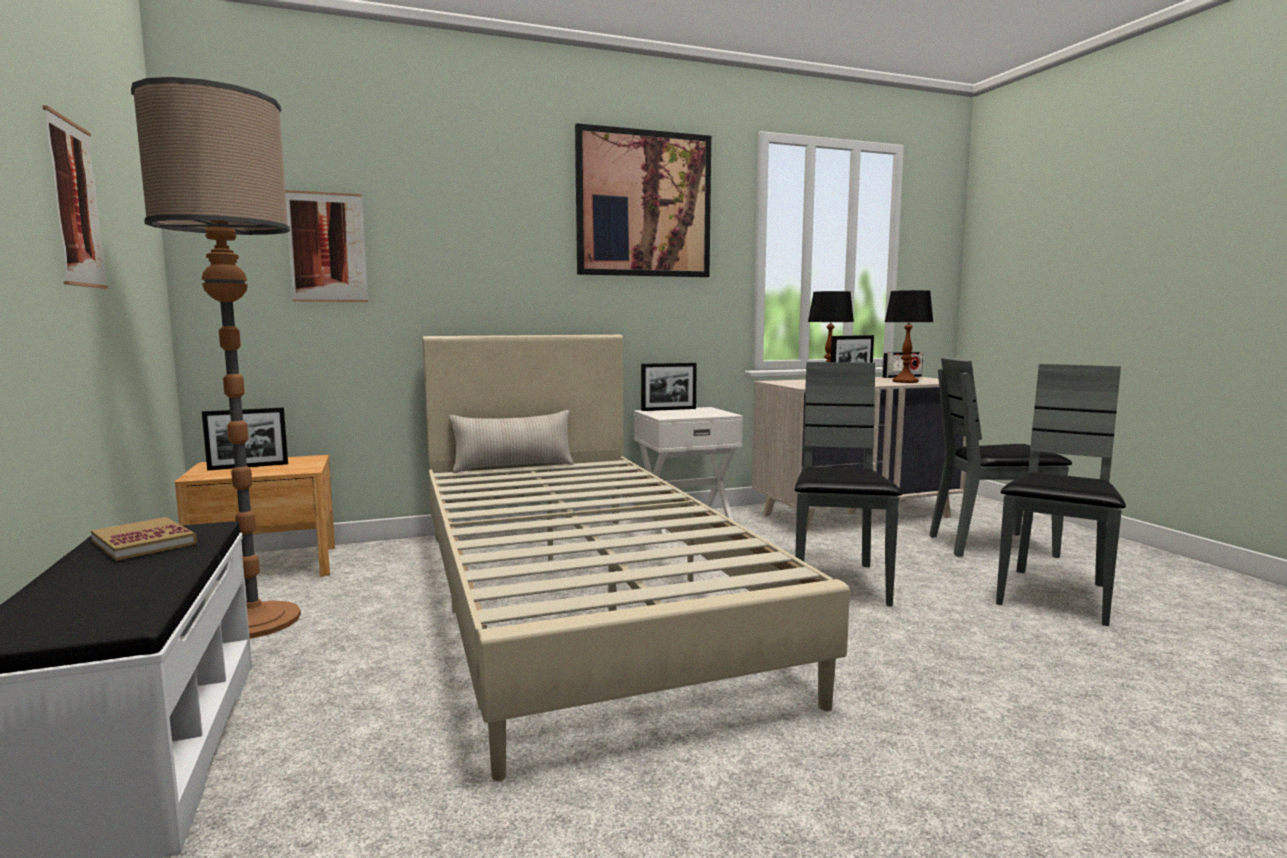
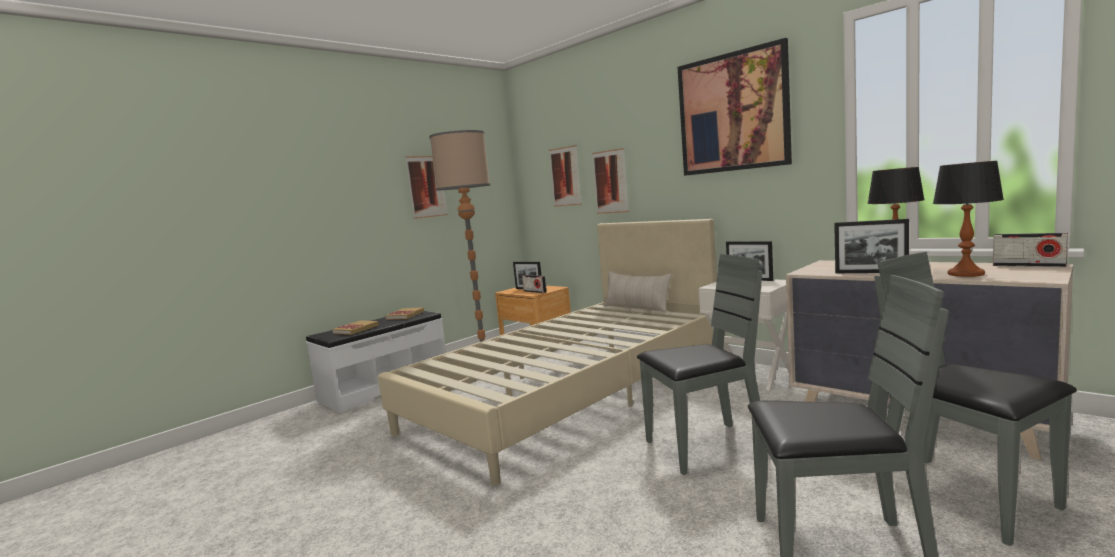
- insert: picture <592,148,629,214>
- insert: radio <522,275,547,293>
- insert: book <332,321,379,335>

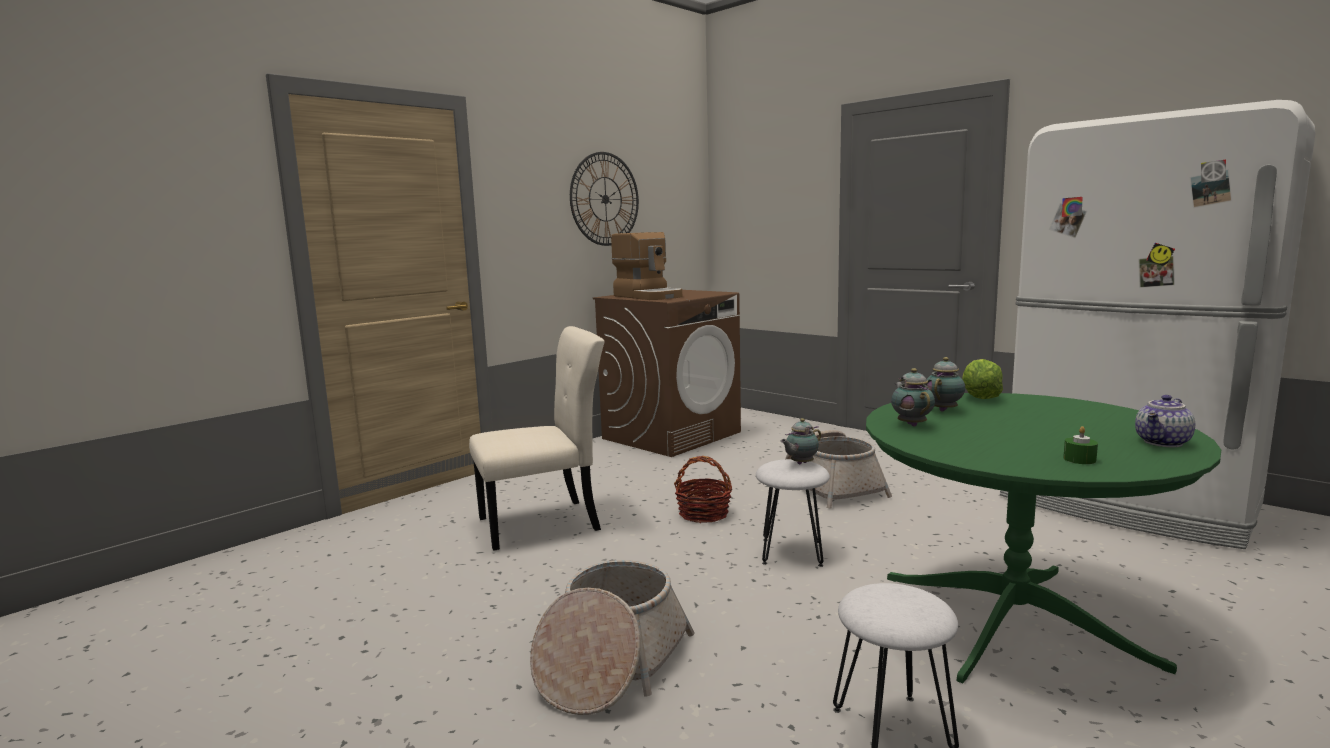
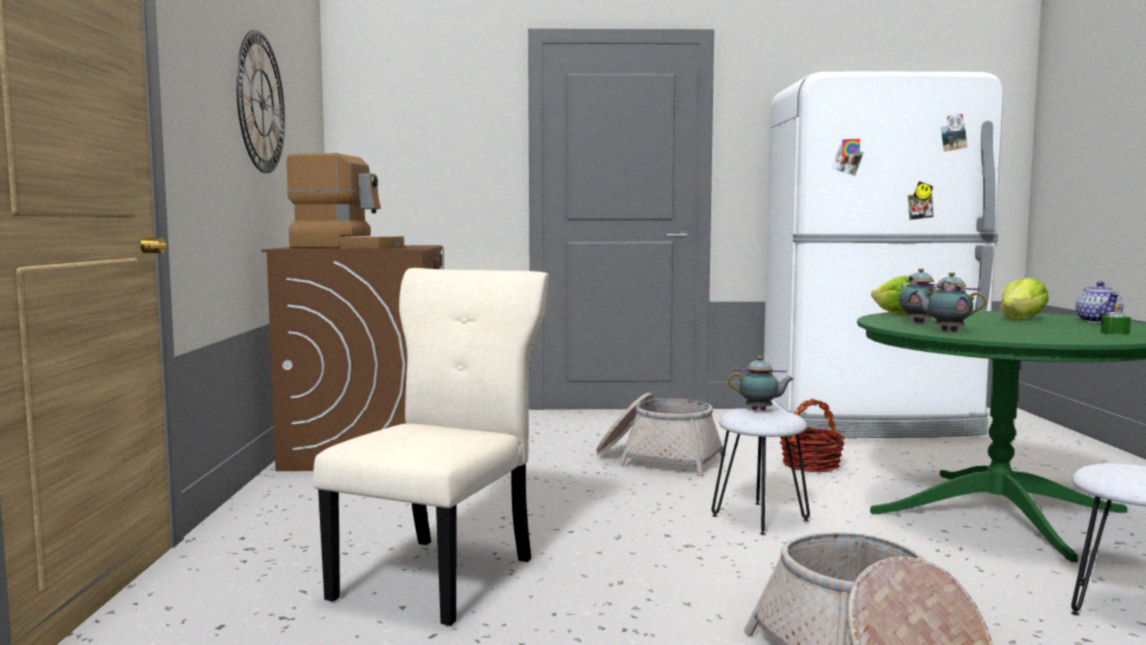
- rotate: teapot <780,418,821,465> = <728,356,794,410> 90 degrees counterclockwise
- move: basket <674,456,732,523> to <779,399,845,472>
- insert: lettuce <1000,277,1049,319>

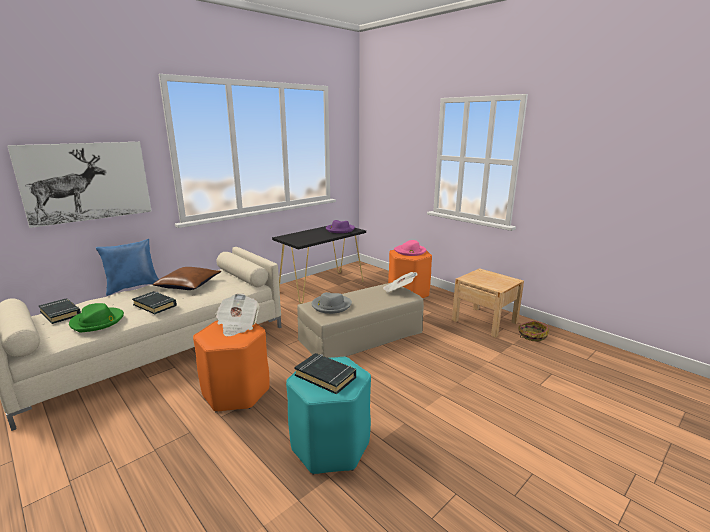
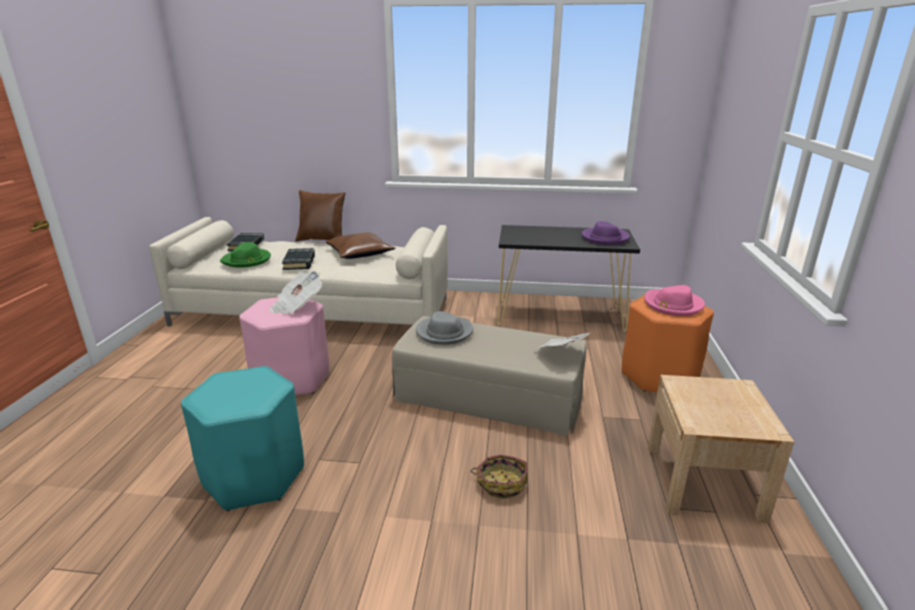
- delete: picture <7,142,152,228>
- recolor: blue pillow <96,239,159,296> to brown pillow <295,190,345,242>
- recolor: orange stool <193,320,269,412> to pink stool <239,297,329,395>
- move: basket <518,321,549,342> to <471,454,528,499>
- delete: black book <294,353,356,395>

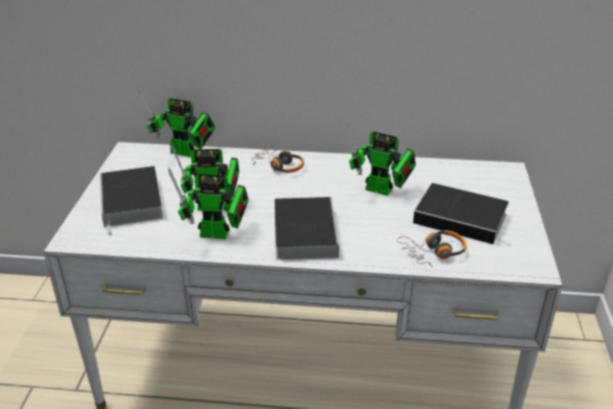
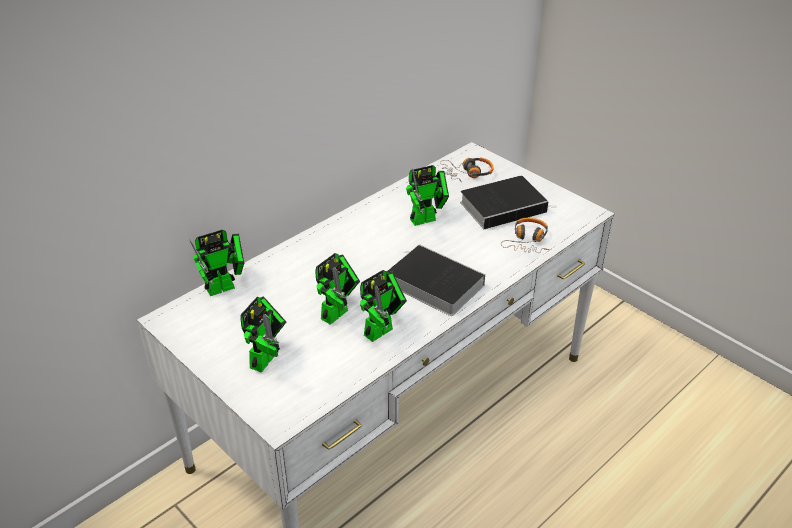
- move: headphones <251,145,304,173> to <440,157,494,181>
- replace: book <100,166,163,235> to toy robot <240,296,286,373>

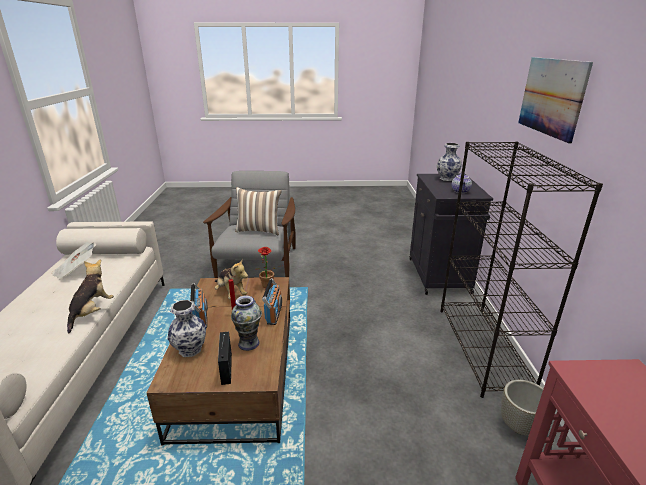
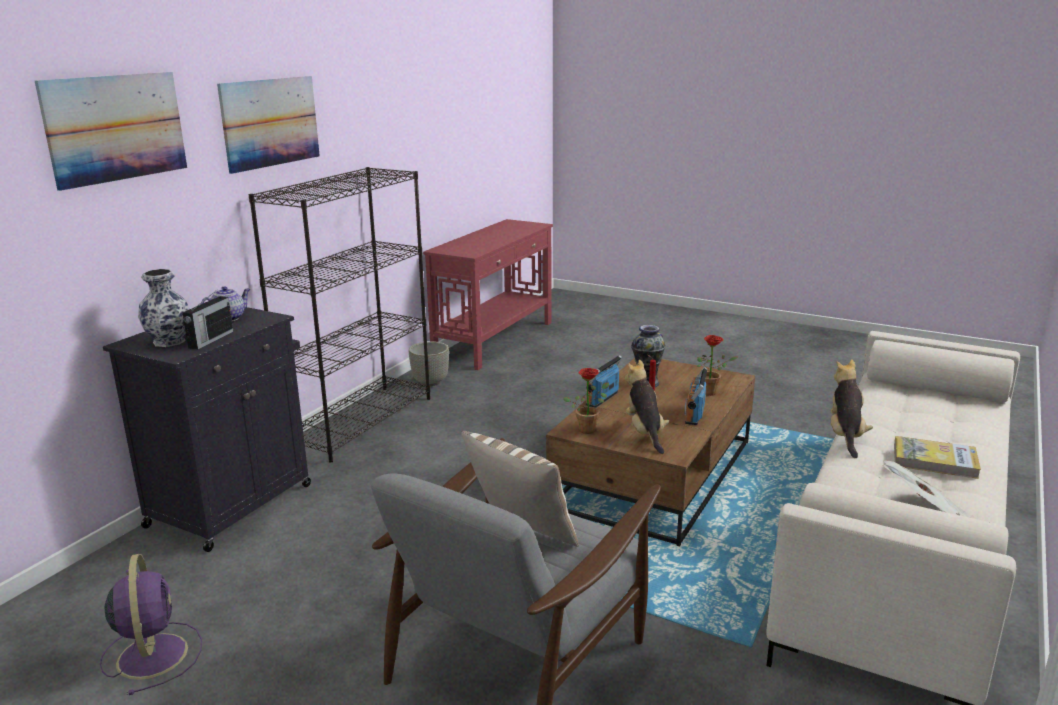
- rotate: plush toy <67,259,114,333> = <831,359,873,458> 150 degrees clockwise
- replace: vase <168,300,206,357> to potted plant <697,335,737,396>
- move: radio <218,331,232,385> to <183,289,234,350>
- insert: picture <35,72,187,191>
- insert: book <894,436,981,479>
- insert: purple fan <100,554,202,695>

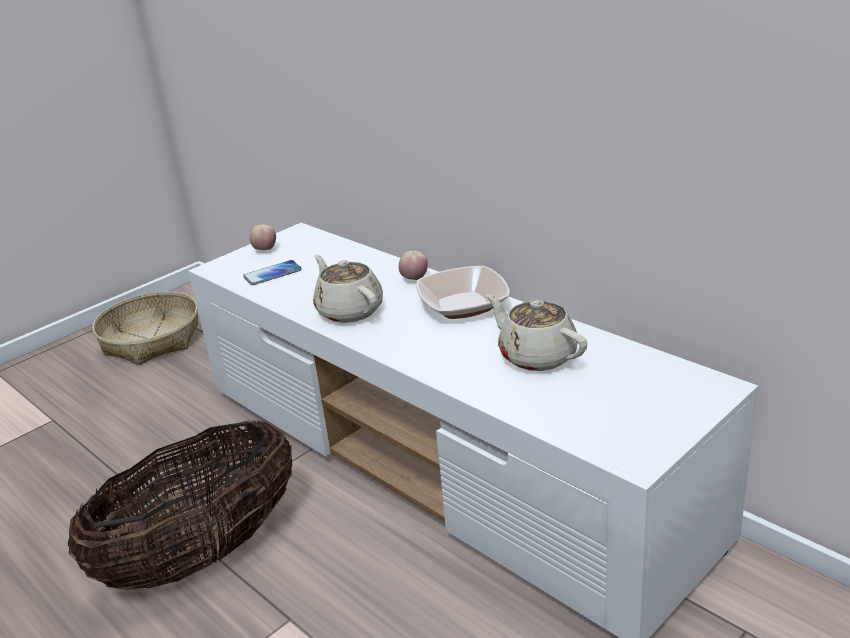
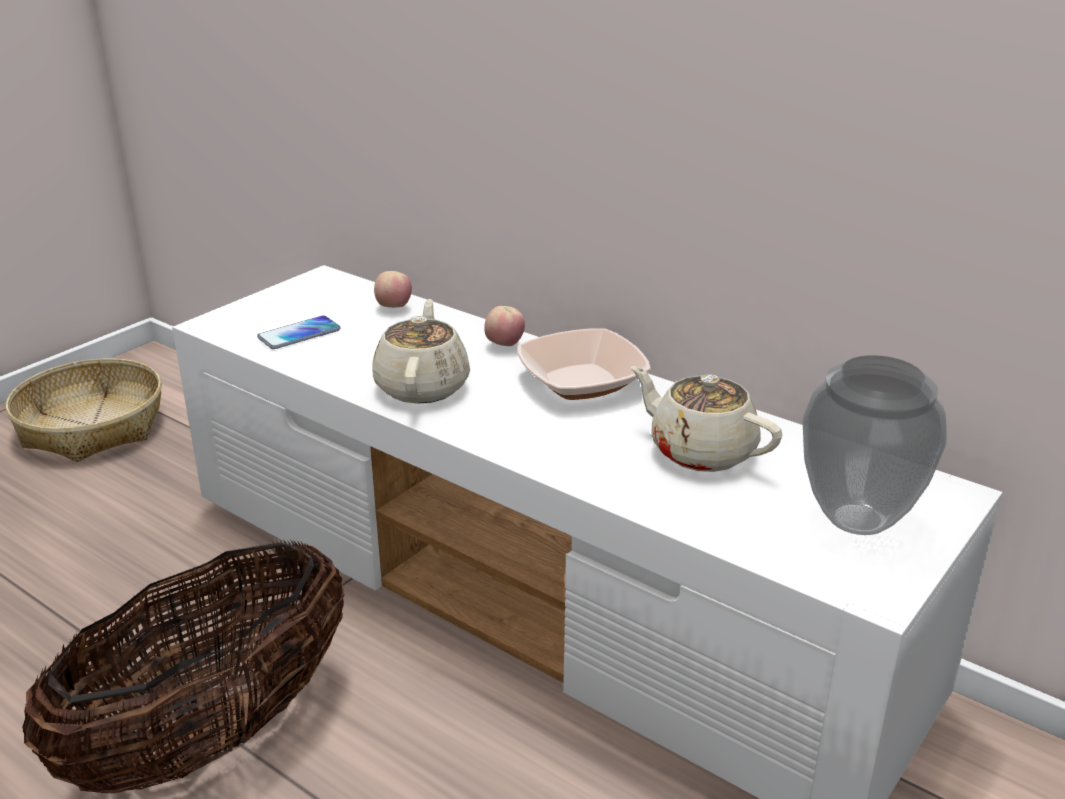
- move: apple <250,224,276,250> to <374,271,412,308>
- rotate: beige teapot <313,254,383,323> = <372,299,470,404> 45 degrees clockwise
- insert: vase <802,355,947,535>

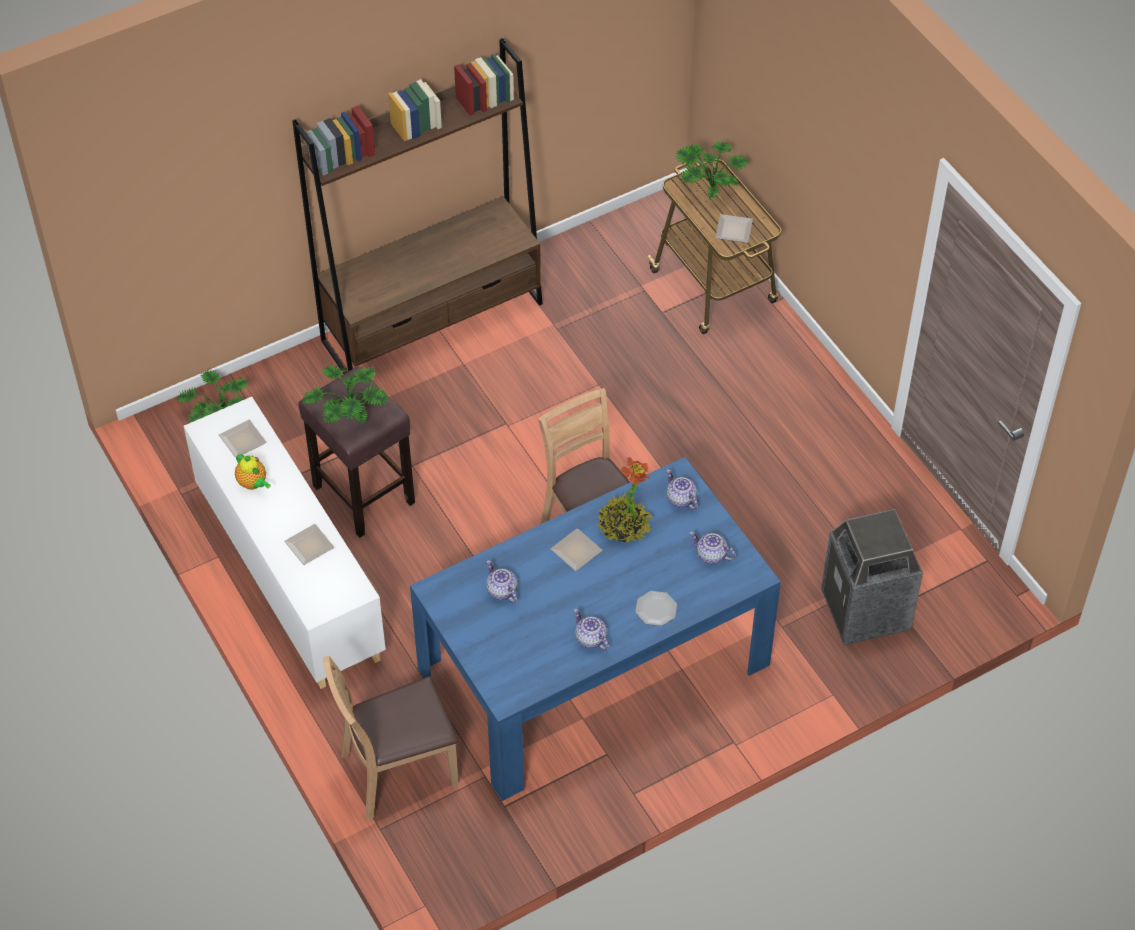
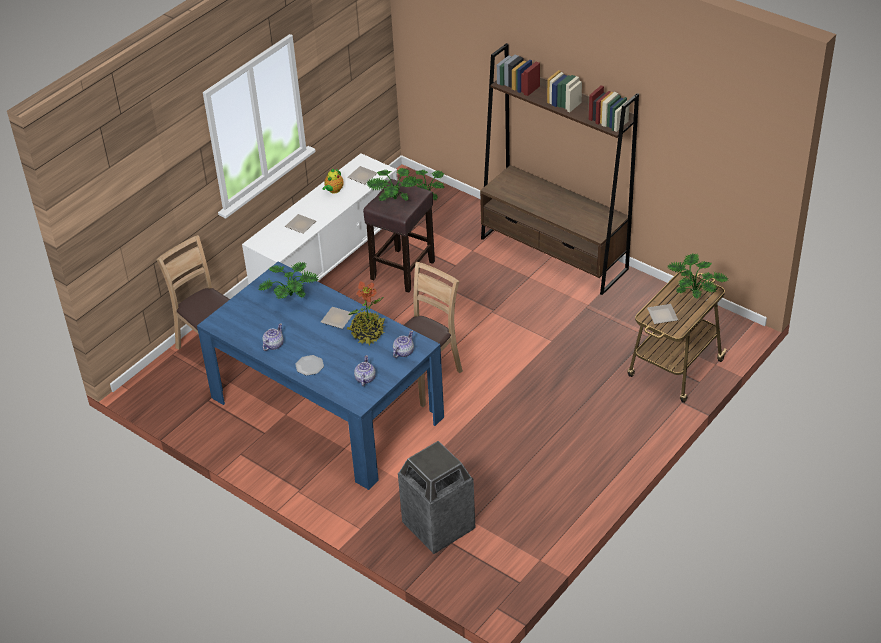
- replace: teapot <486,560,517,603> to potted plant <259,262,319,299>

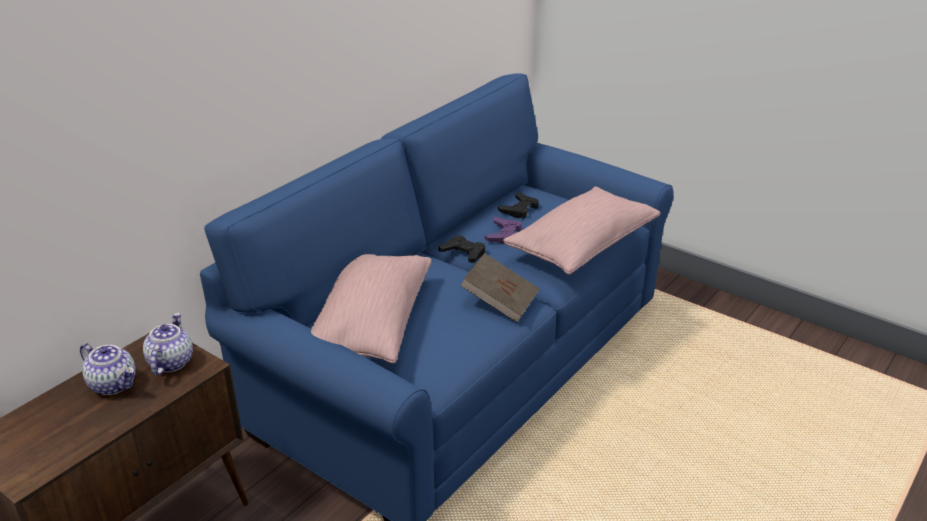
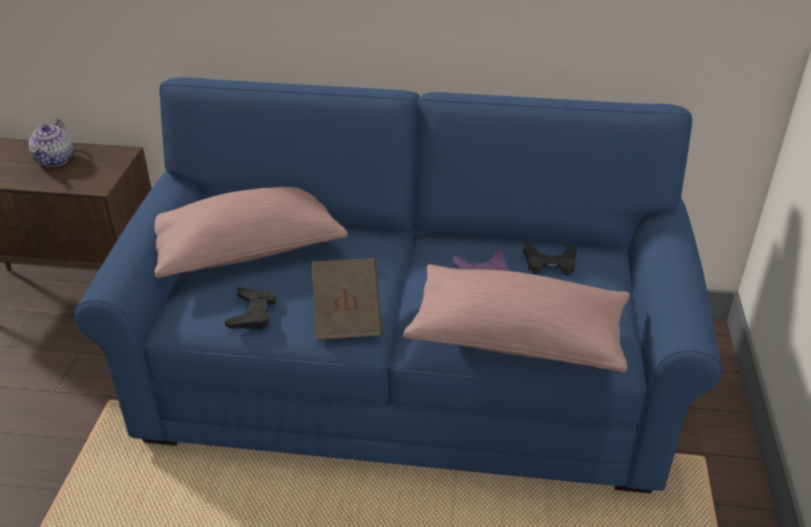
- move: black game controller <439,235,485,263> to <225,288,276,330>
- delete: teapot <143,313,193,375>

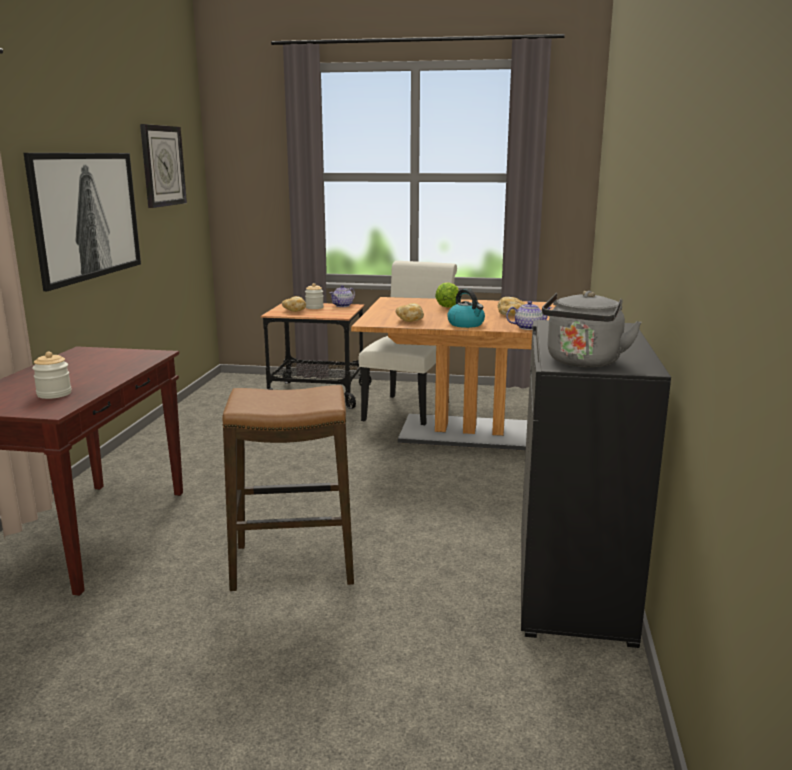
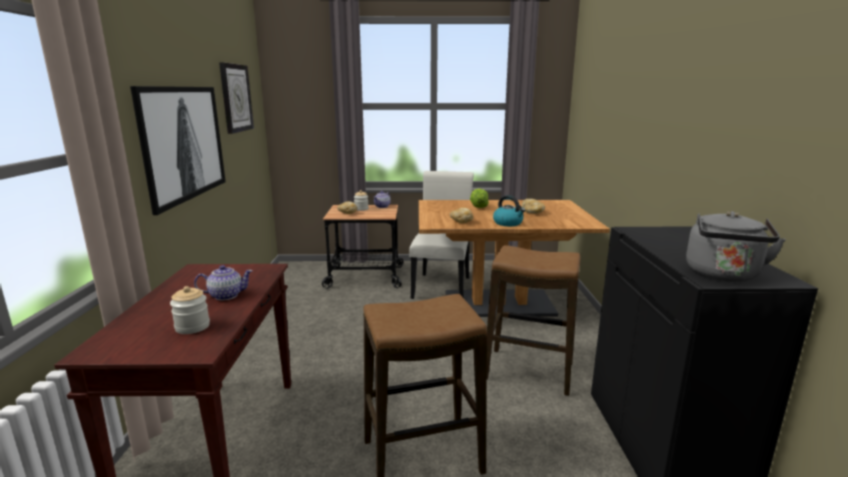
- move: teapot <506,301,552,330> to <194,265,253,300>
- insert: stool <487,245,580,396>

